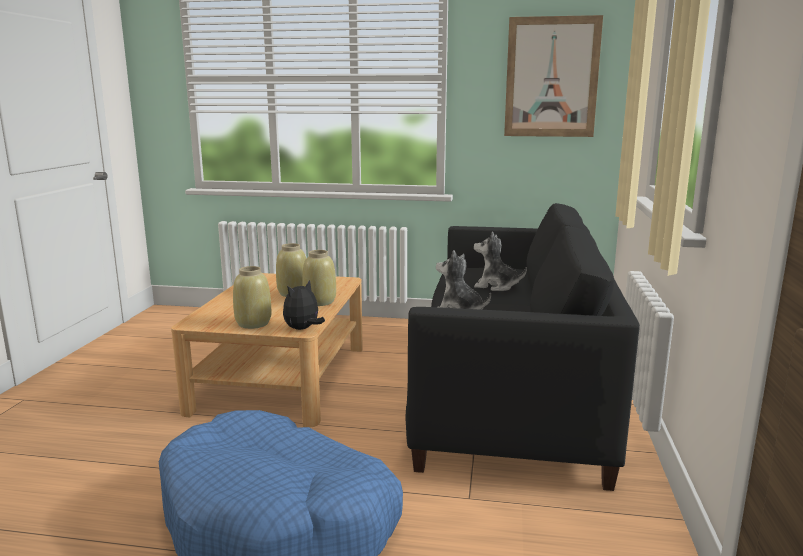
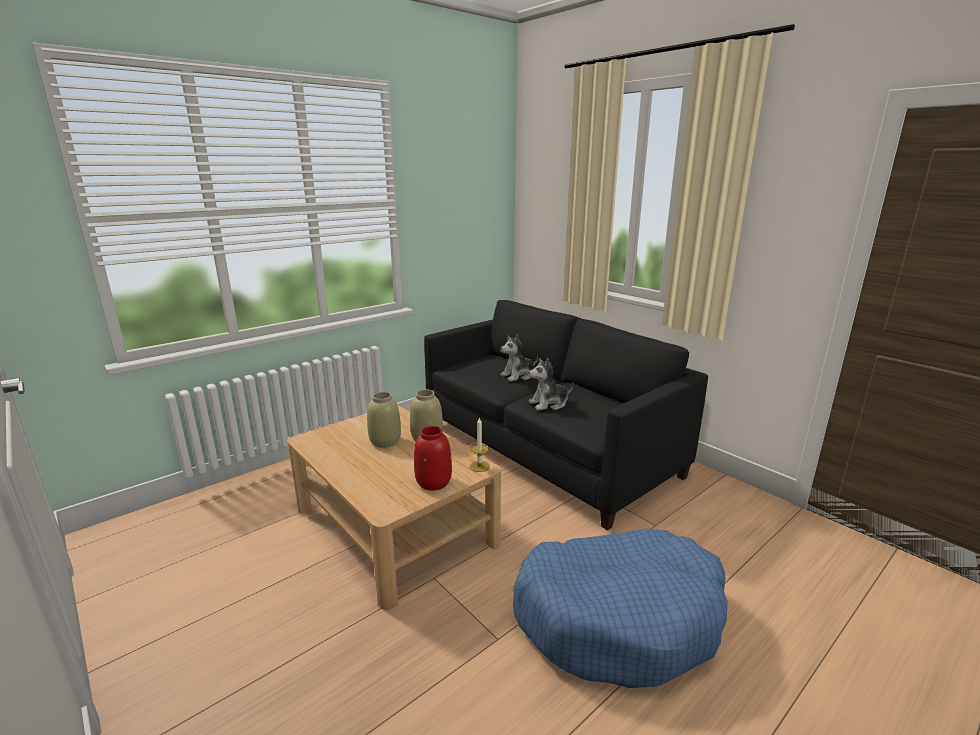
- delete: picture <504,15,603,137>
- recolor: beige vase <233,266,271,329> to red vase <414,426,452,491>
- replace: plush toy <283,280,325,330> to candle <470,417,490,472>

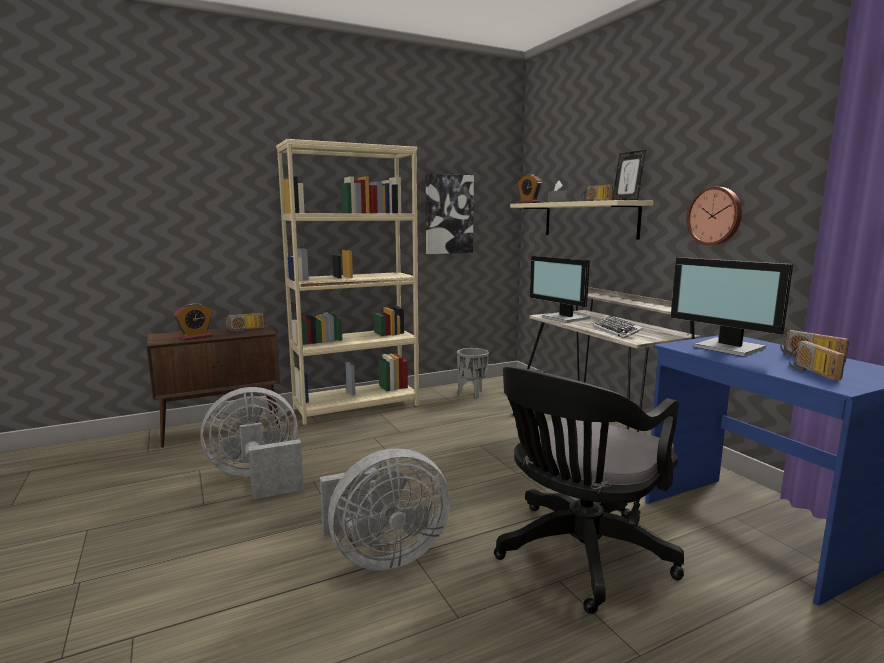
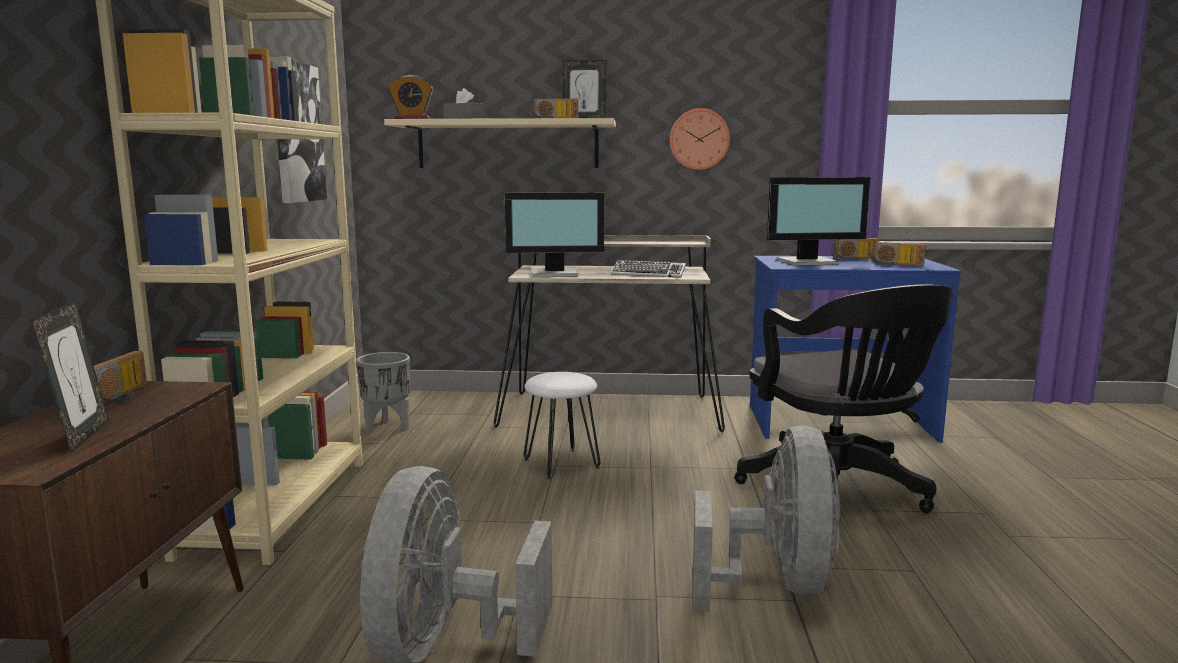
- replace: alarm clock <174,303,213,340> to picture frame <31,301,109,453>
- insert: white stool <524,372,601,479>

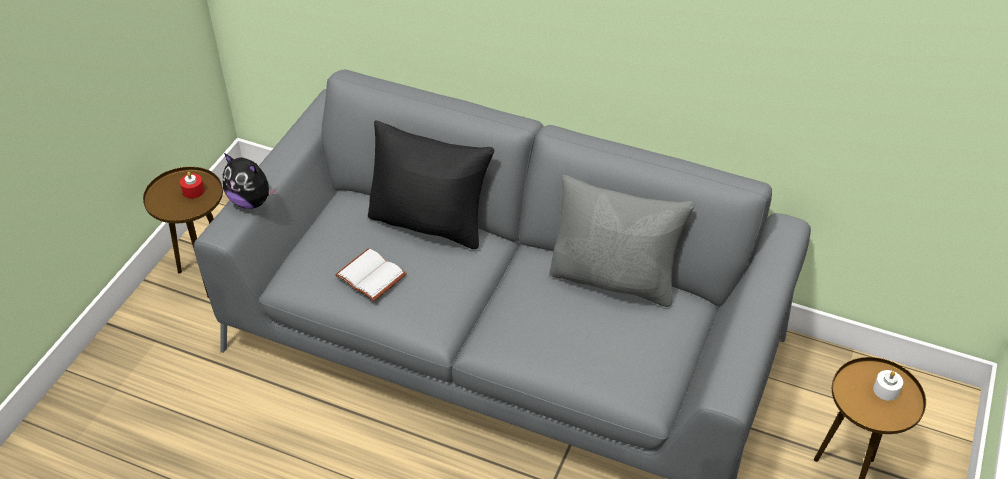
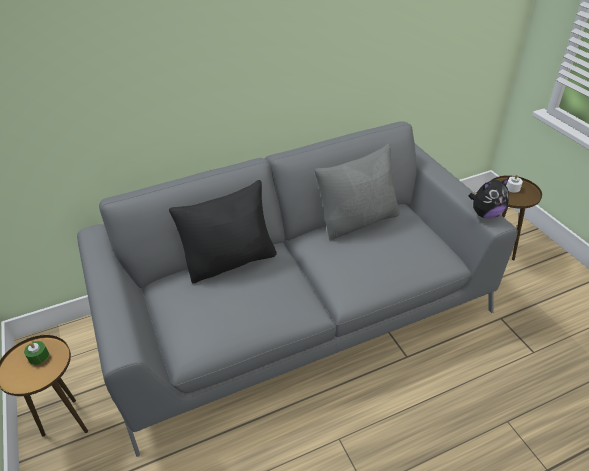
- move: plush toy <223,153,278,209> to <469,178,509,219>
- recolor: red candle <180,172,204,199> to green candle <24,341,49,365>
- delete: white book <335,248,407,301>

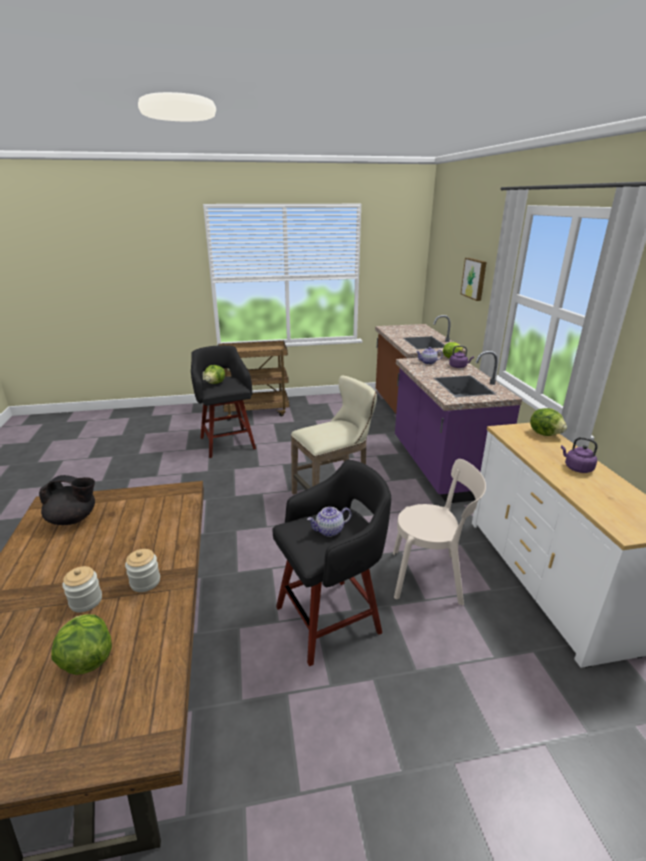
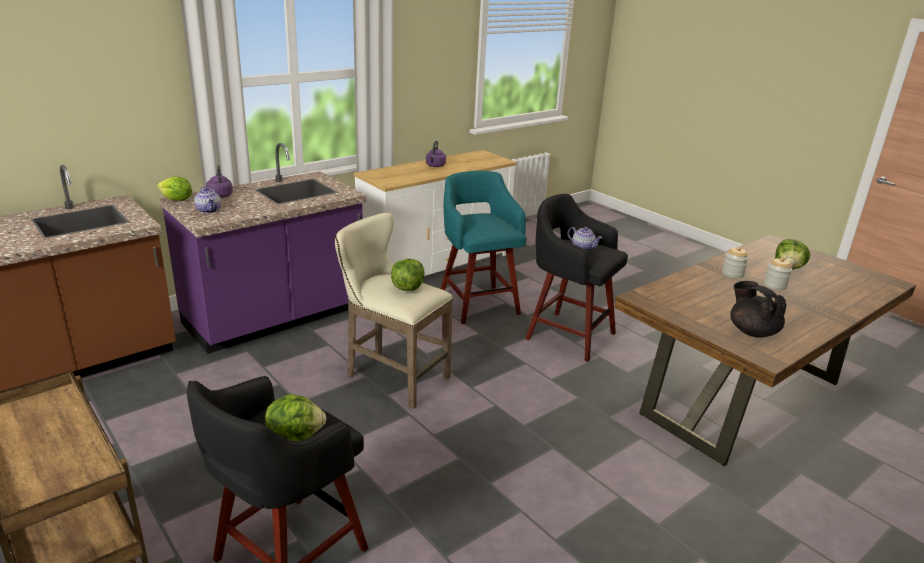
- delete: picture <461,258,487,301>
- move: lettuce <530,408,567,436> to <391,259,425,291>
- replace: beige chair <393,459,486,605> to turquoise stool <441,171,527,324>

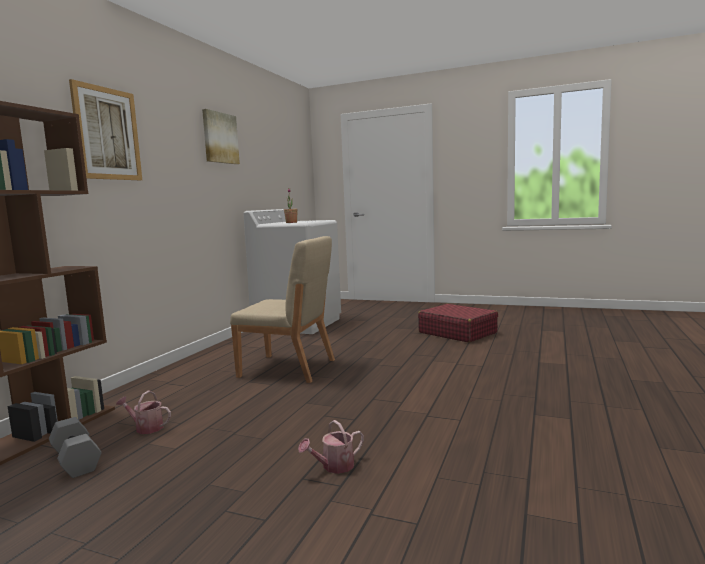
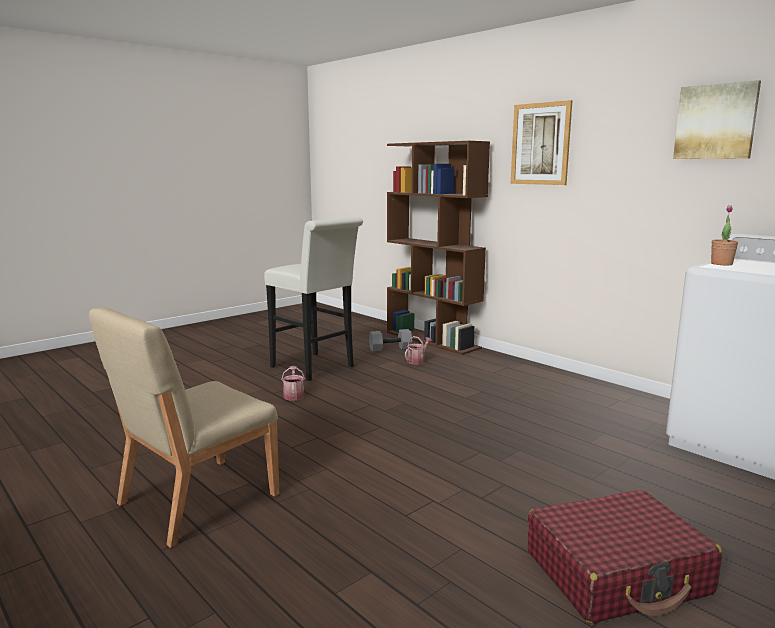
- move: beige chair <230,236,335,383> to <89,307,279,548>
- insert: white stool <264,217,363,381>

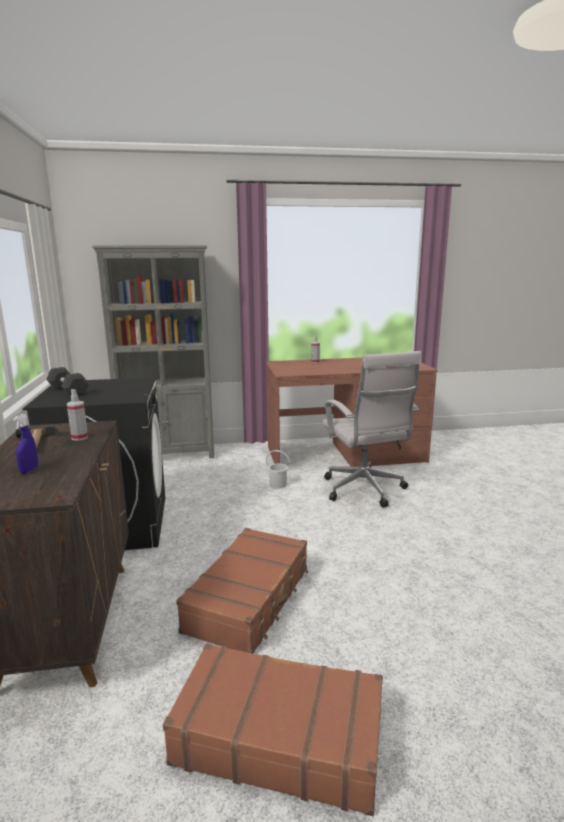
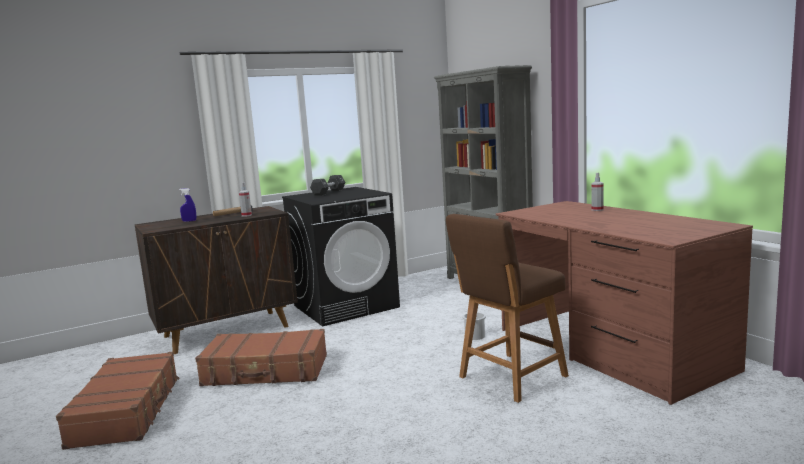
- replace: white office chair <323,351,421,508> to brown stool <446,214,569,403>

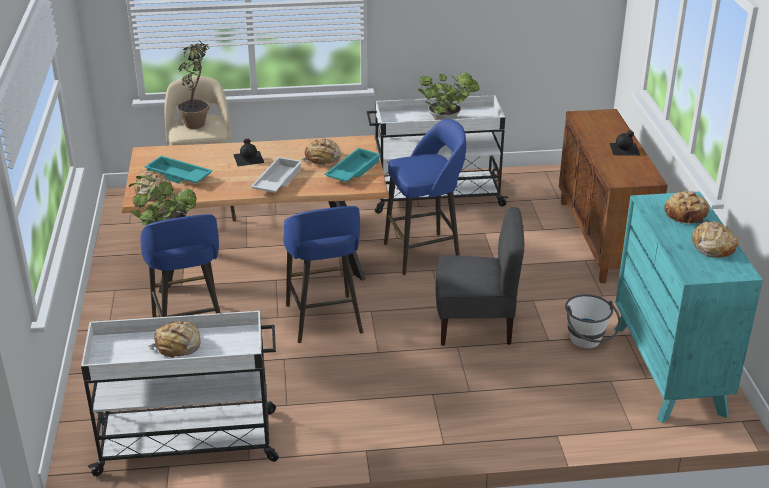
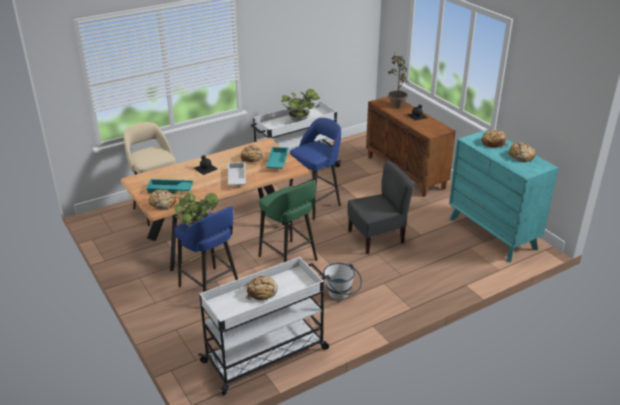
- move: potted plant <177,41,210,129> to <388,54,409,108>
- recolor: blue stool <283,206,363,343> to green stool <259,180,318,262>
- move: white bucket <565,294,621,348> to <323,263,362,299>

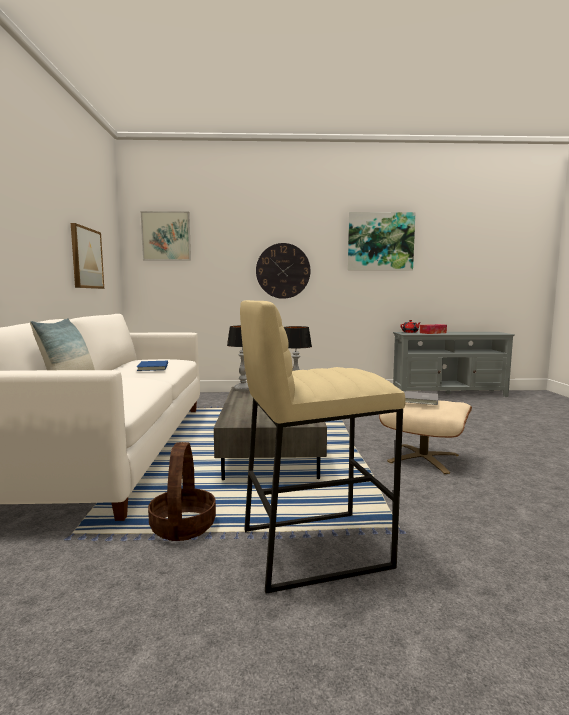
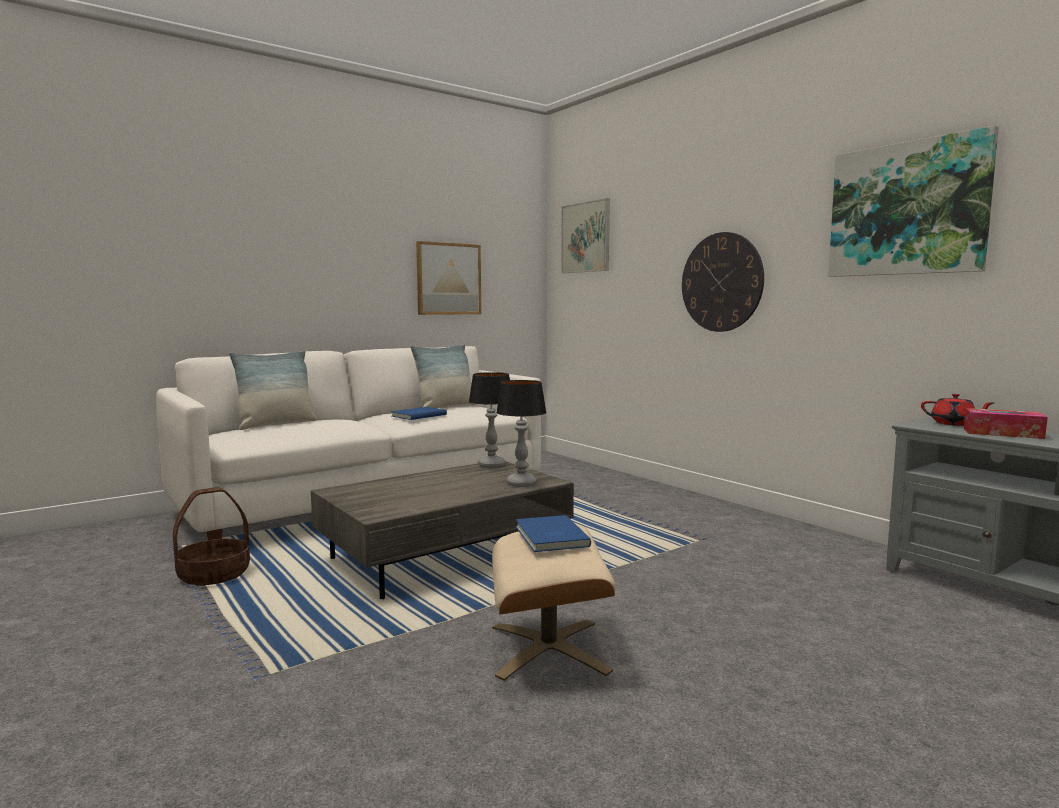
- delete: beige stool <240,300,406,593>
- recolor: grey book <403,391,438,405> to blue book <515,515,591,552>
- insert: pillow <410,344,476,408>

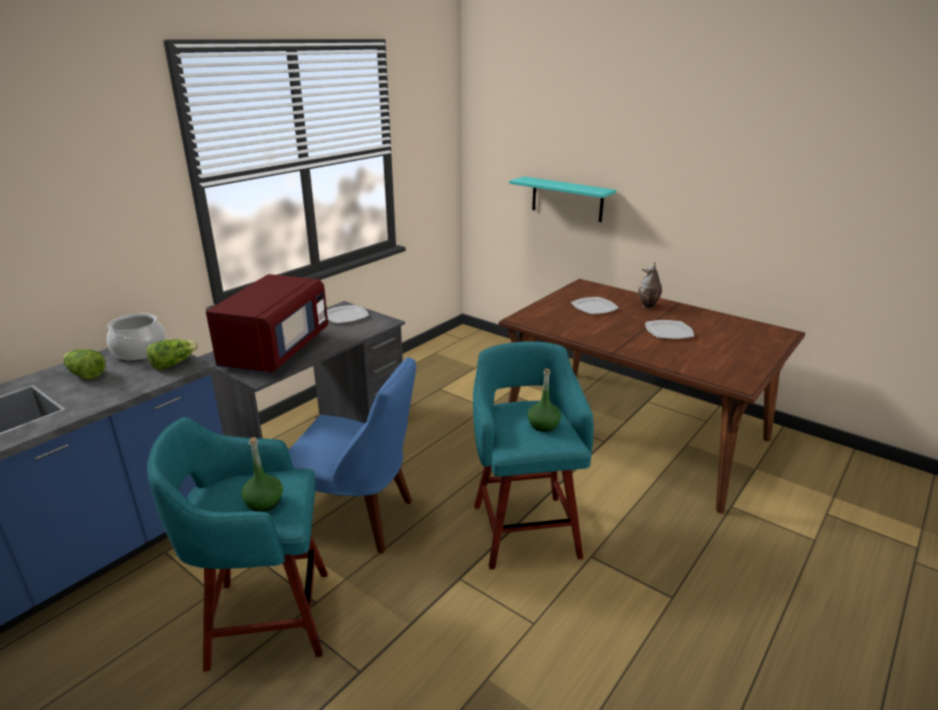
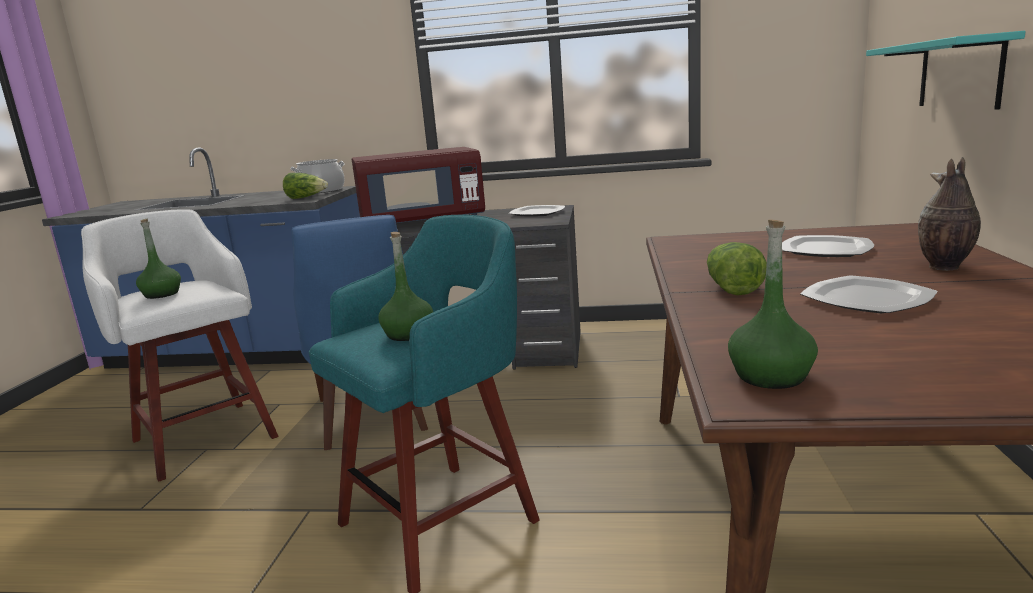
- move: lettuce <63,349,106,380> to <707,242,767,296>
- recolor: turquoise stool <147,417,328,672> to white stool <81,209,278,481>
- insert: green bottle <728,219,818,389>

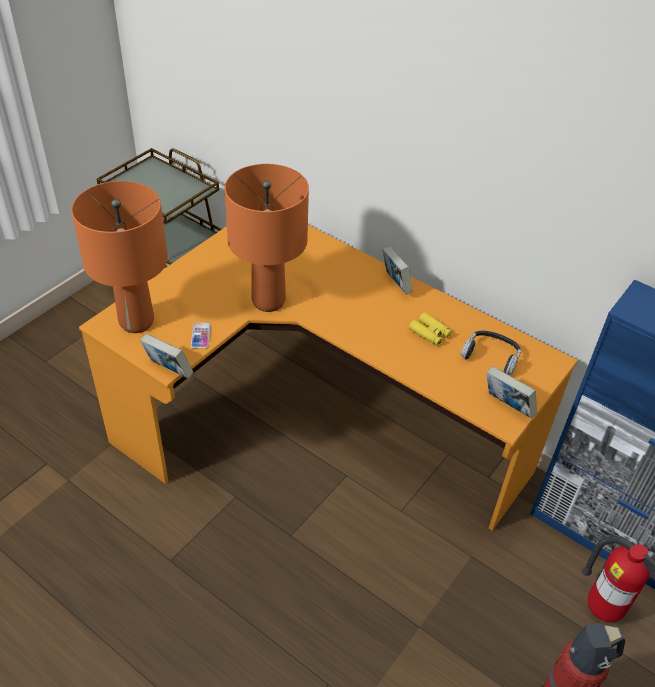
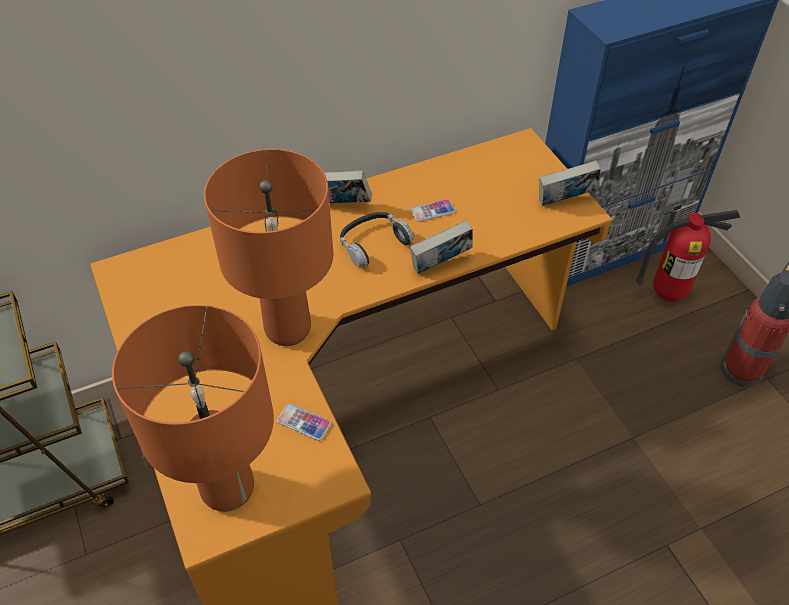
- replace: yellow binoculars <409,312,452,346> to phone <411,199,456,222>
- move: headphones <461,331,521,374> to <340,212,414,267>
- move: book <140,334,193,379> to <410,220,473,274>

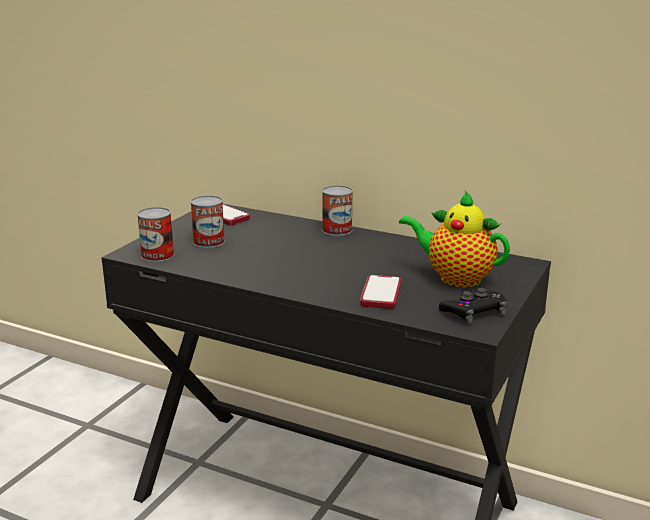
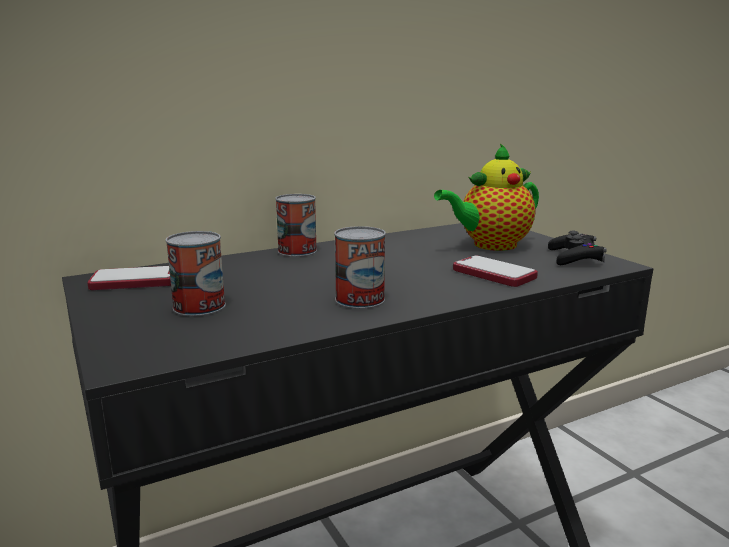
- move: can <137,207,174,262> to <334,226,386,309>

